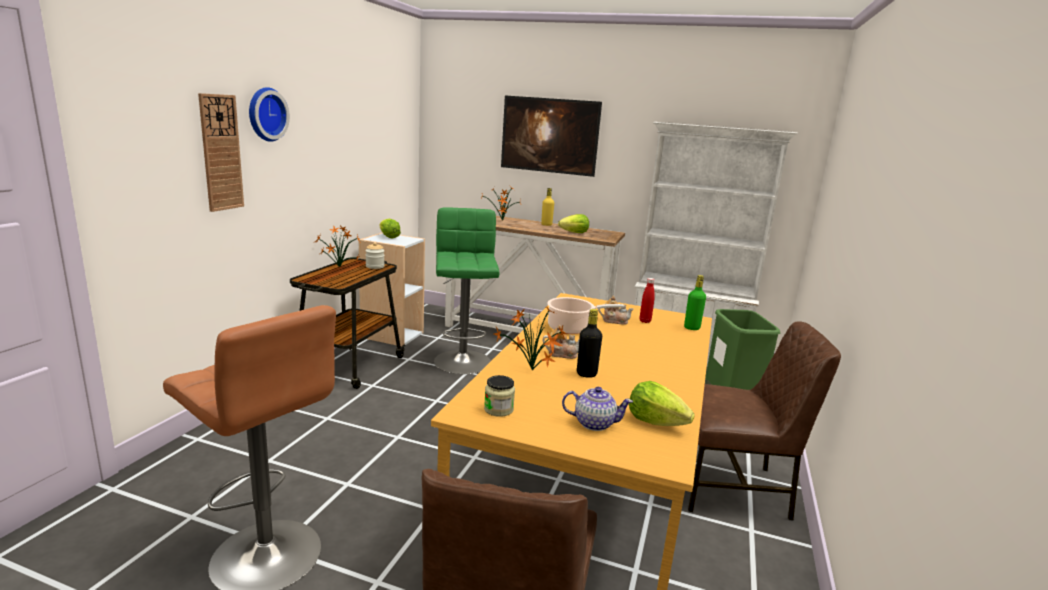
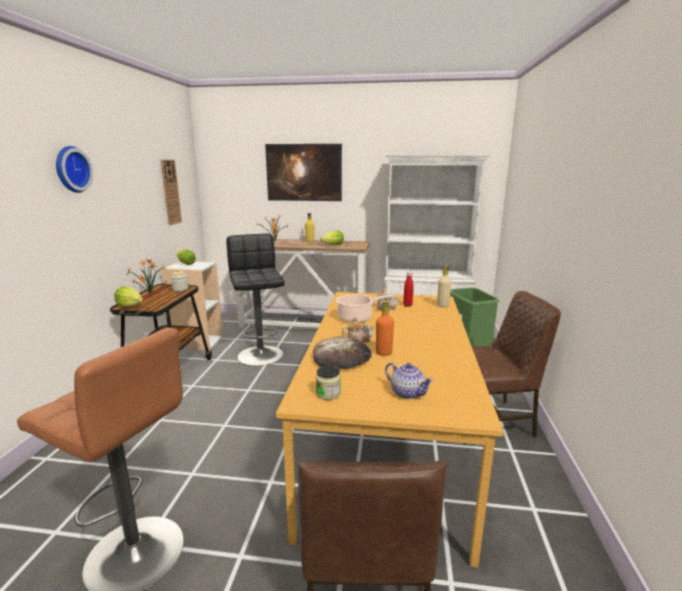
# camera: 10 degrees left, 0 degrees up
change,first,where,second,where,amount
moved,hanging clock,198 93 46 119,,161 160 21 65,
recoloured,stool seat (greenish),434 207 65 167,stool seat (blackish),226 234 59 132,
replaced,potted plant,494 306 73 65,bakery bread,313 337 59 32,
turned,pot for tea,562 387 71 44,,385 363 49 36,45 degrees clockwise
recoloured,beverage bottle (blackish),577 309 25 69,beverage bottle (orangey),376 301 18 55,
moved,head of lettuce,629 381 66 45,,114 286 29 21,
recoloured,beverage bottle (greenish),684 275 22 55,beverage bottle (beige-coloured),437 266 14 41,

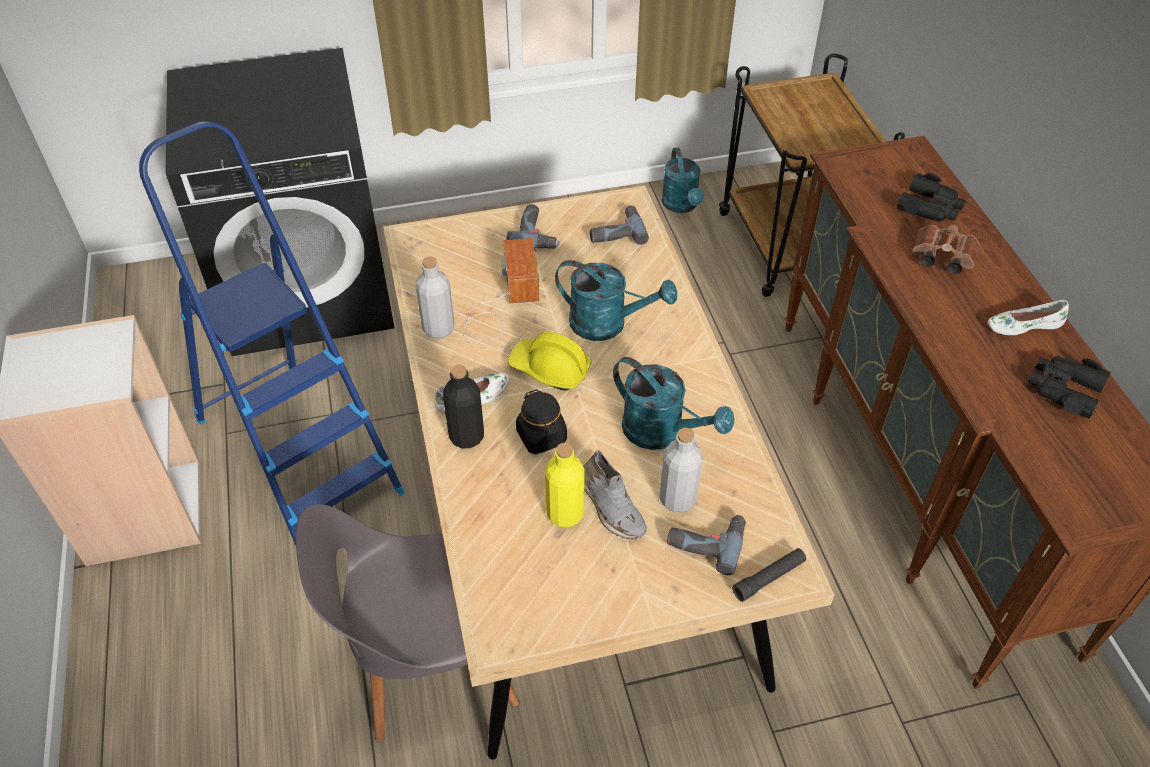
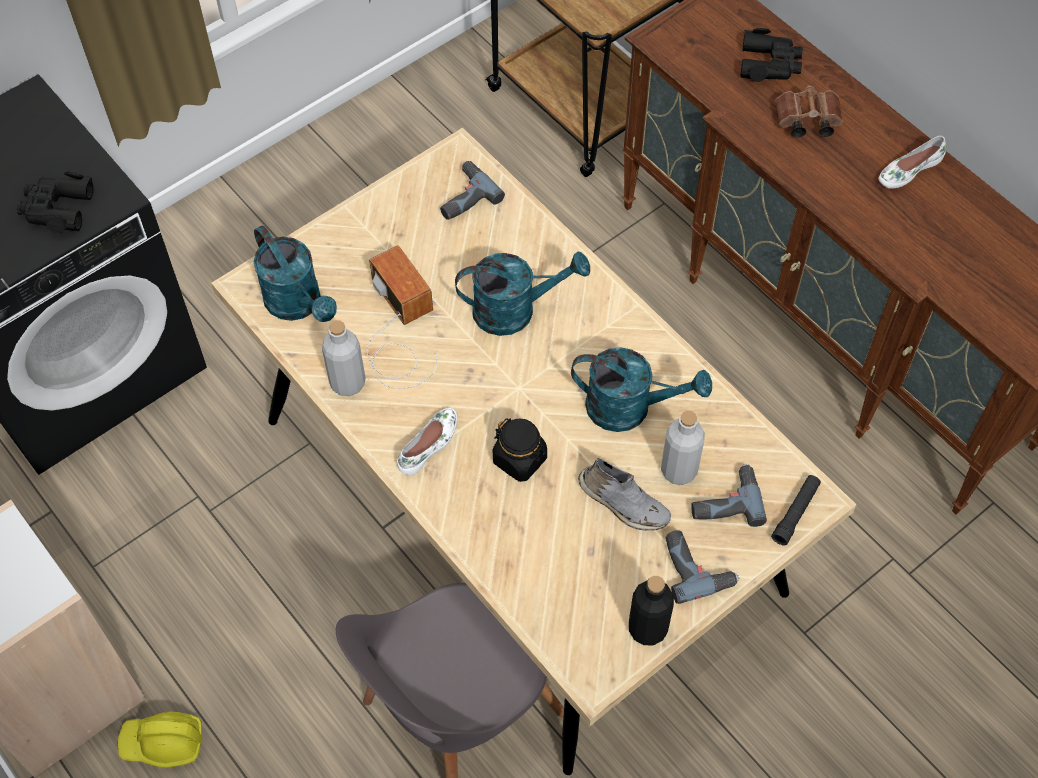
# camera: 25 degrees left, 10 degrees up
change,first,where,second,where,amount
removed,step stool (blue-coloured),139 121 266 424,,,
moved,beverage bottle (blackish),443 365 41 83,,629 576 45 69,
moved,electric drill,506 204 54 45,,666 530 73 74,
moved,safety helmet (yellowish),508 332 83 59,,118 711 84 57,
removed,beverage bottle (yellowish),545 443 40 84,,,
moved,watering pot (turquoise),662 148 42 65,,253 225 84 97,
moved,pair of binoculars (blackish),1028 356 83 63,,17 172 76 61,

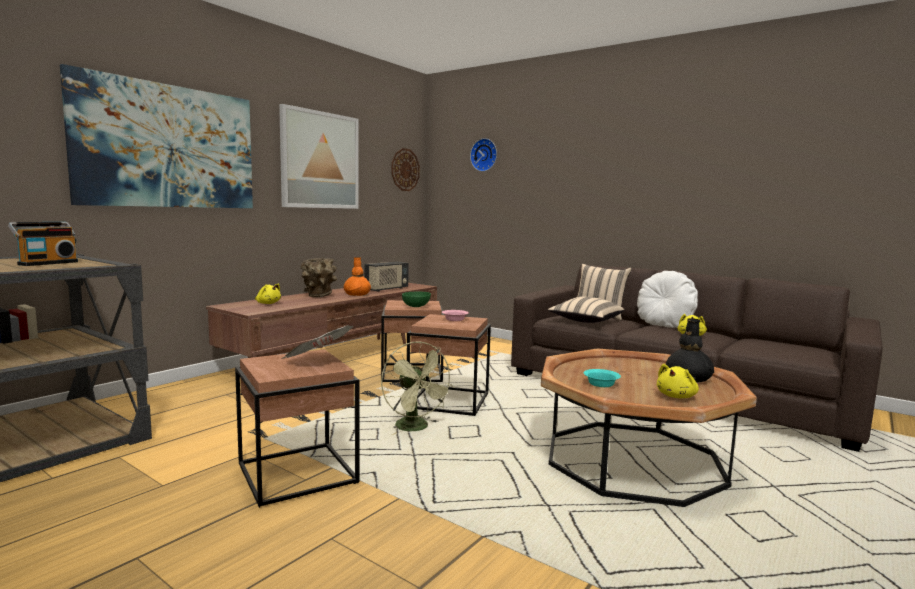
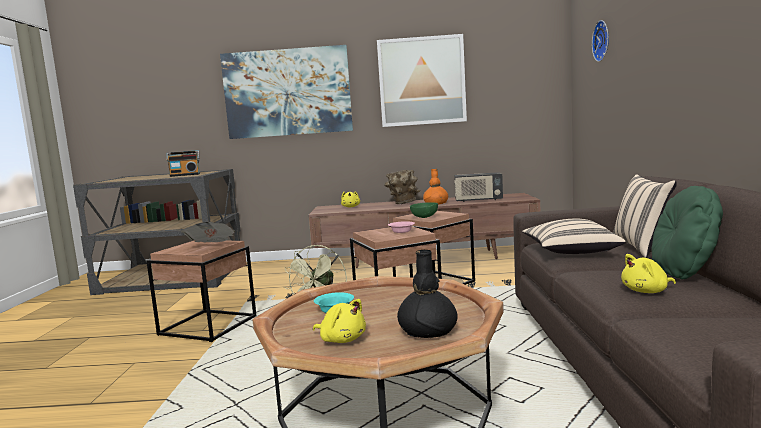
# camera: 55 degrees right, 0 degrees up
change,first,where,second,where,amount
removed,hanging clock,391 148 29 43,,,
recoloured,throw pillow (whitish),637 271 61 57,throw pillow (greenish),651 186 72 93,
turned,soft toy (yellowish),657 364 42 34,,313 299 53 44,150 degrees counterclockwise

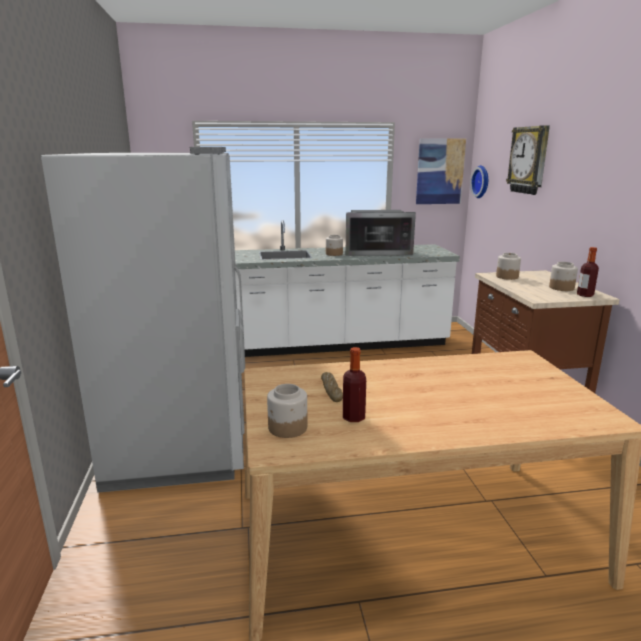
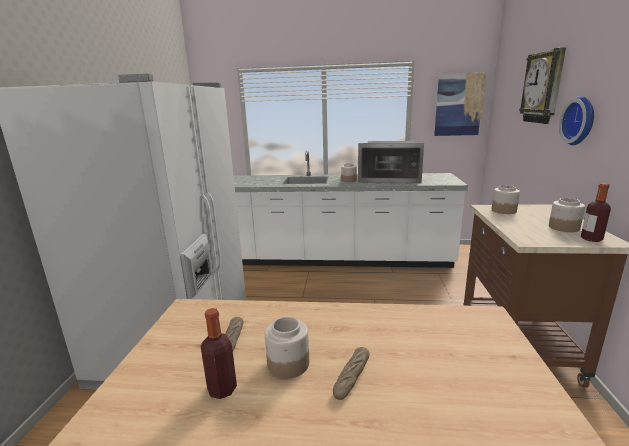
# camera: 15 degrees right, 0 degrees up
change,first,where,second,where,amount
moved,storage jar,267 384 40 54,,265 317 44 62,
moved,hanging clock,470 165 18 33,,559 96 35 49,
added,,,bakery bread,333 347 37 53,

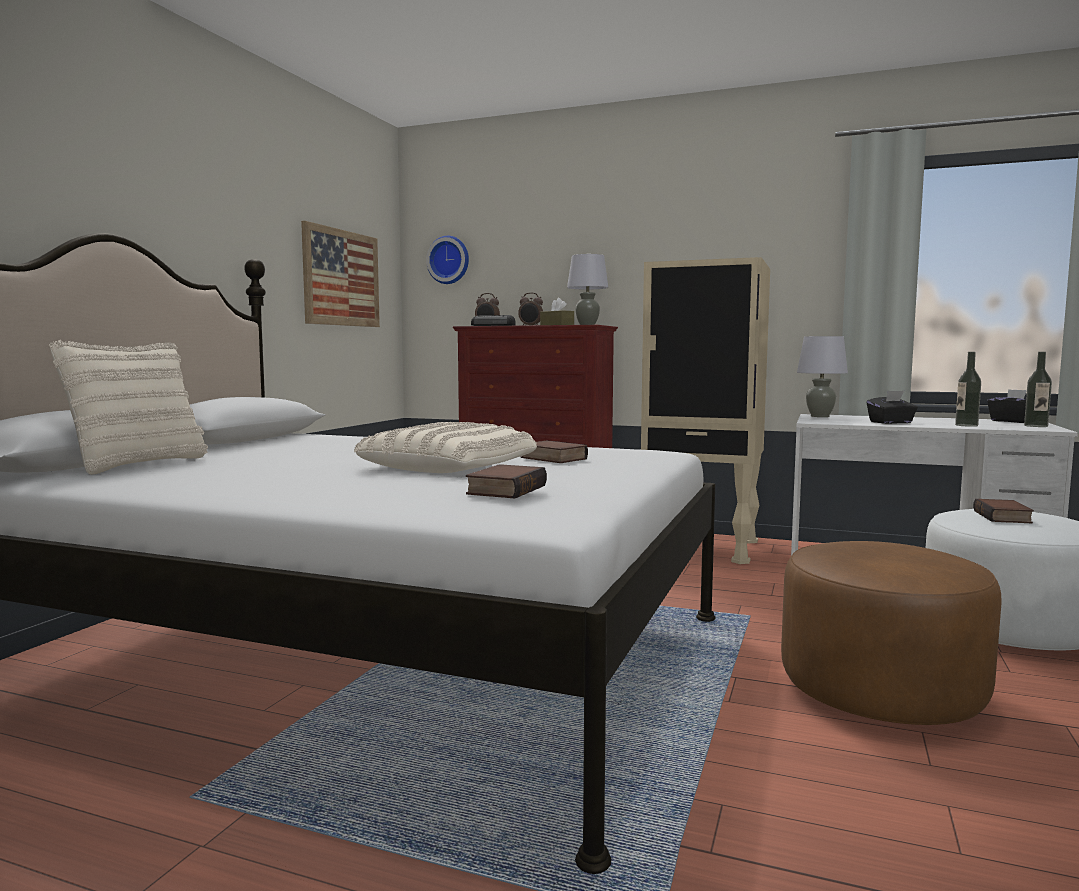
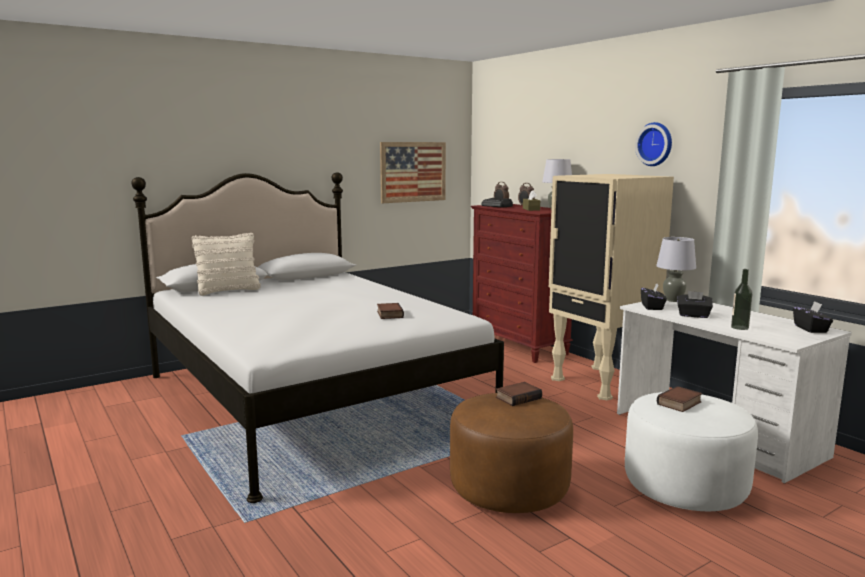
# camera: 35 degrees right, 5 degrees up
change,first,where,second,where,amount
removed,throw pillow (beige-coloured),354 422 183 51,,,
moved,hanging clock,426 236 43 48,,635 122 37 44,
moved,bound book,466 464 81 34,,496 382 46 24,
removed,beverage bottle,1024 352 28 75,,,
added,,,tissue holder (blackish),641 283 26 27,

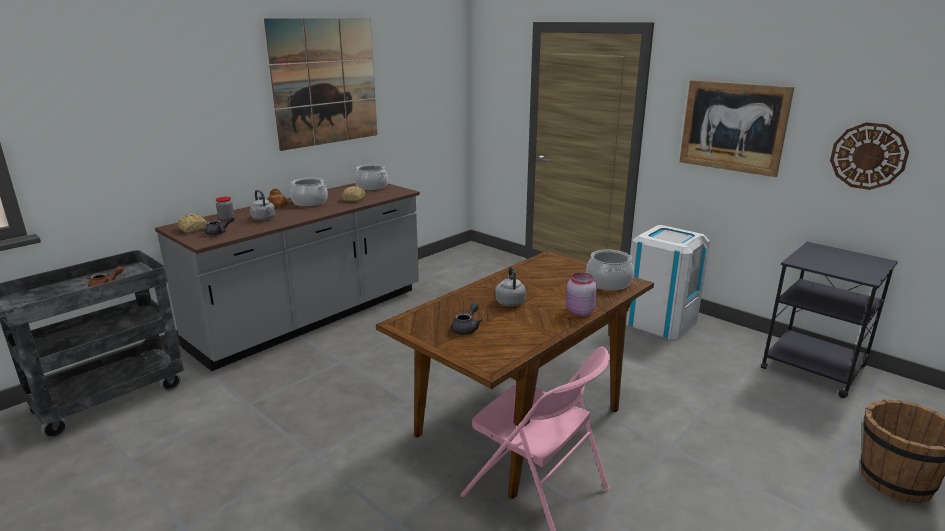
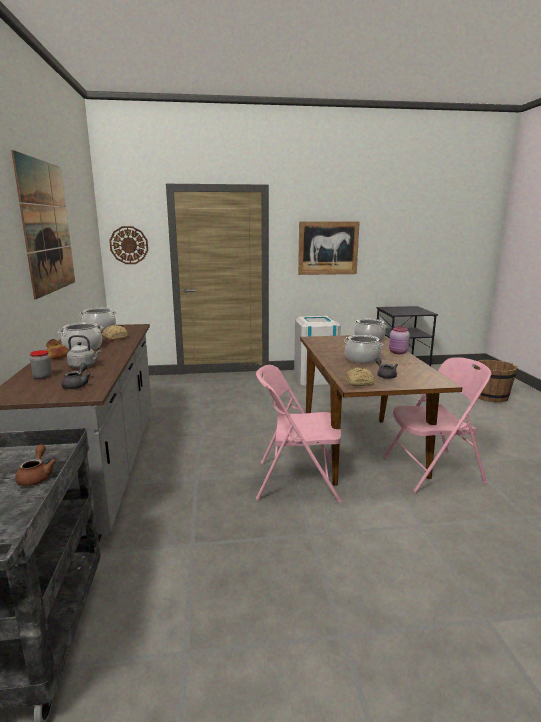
# camera: 50 degrees left, 5 degrees down
change,first,where,second,where,amount
moved,bakery bread,177 214 30 19,,346 367 29 19,
replaced,water kettle (grey),495 266 31 41,saucepot,344 335 39 29,
moved,hanging clock,830 122 79 68,,109 226 39 38,
added,,,upright chair (pink-coloured),256 365 85 138,

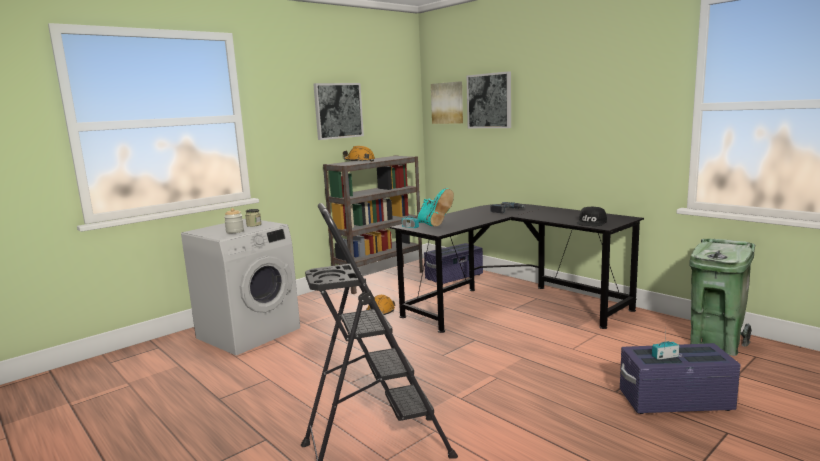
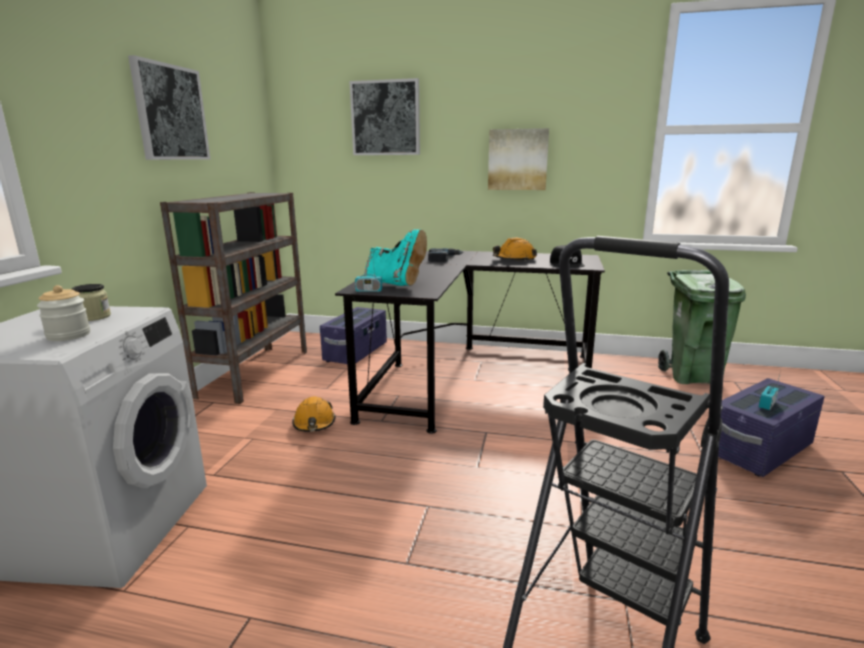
# camera: 35 degrees left, 5 degrees up
change,first,where,second,where,amount
moved,safety helmet (orangey),343 146 32 16,,493 238 44 23,
moved,picture,431 81 32 43,,488 128 61 62,

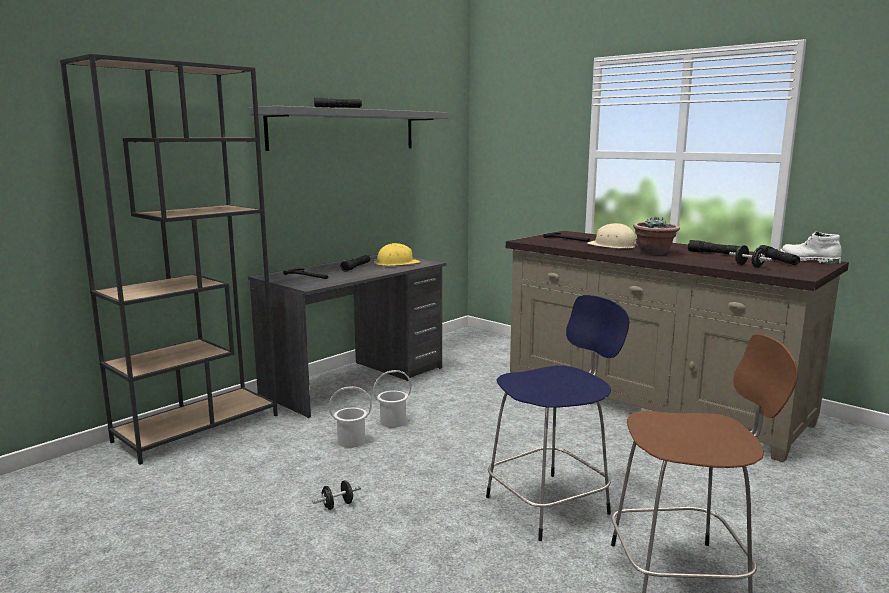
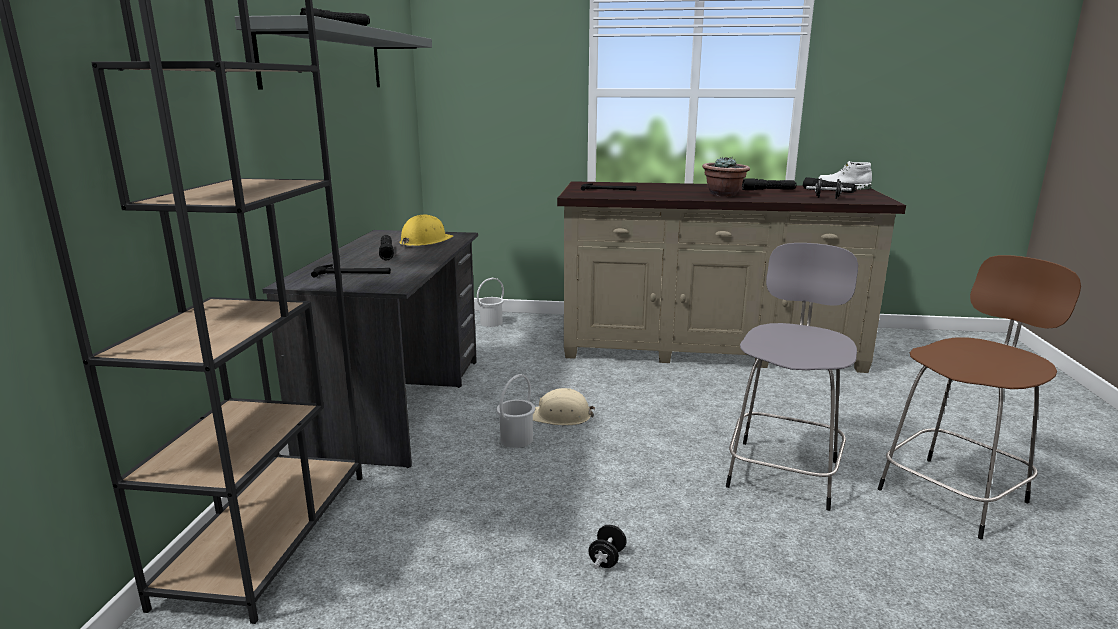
# camera: 35 degrees left, 5 degrees up
change,first,where,second,where,amount
moved,water bucket (whitish),329 386 43 62,,477 278 27 49,
recoloured,stool seat (blue-coloured),486 295 143 246,stool seat (grey),726 243 132 268,
moved,safety helmet (beige-coloured),587 223 51 26,,533 388 62 37,

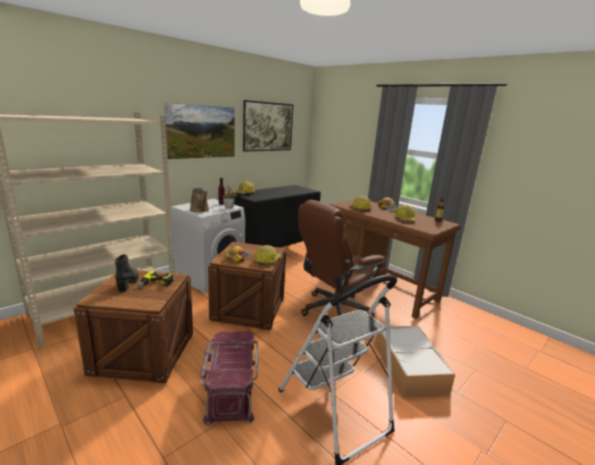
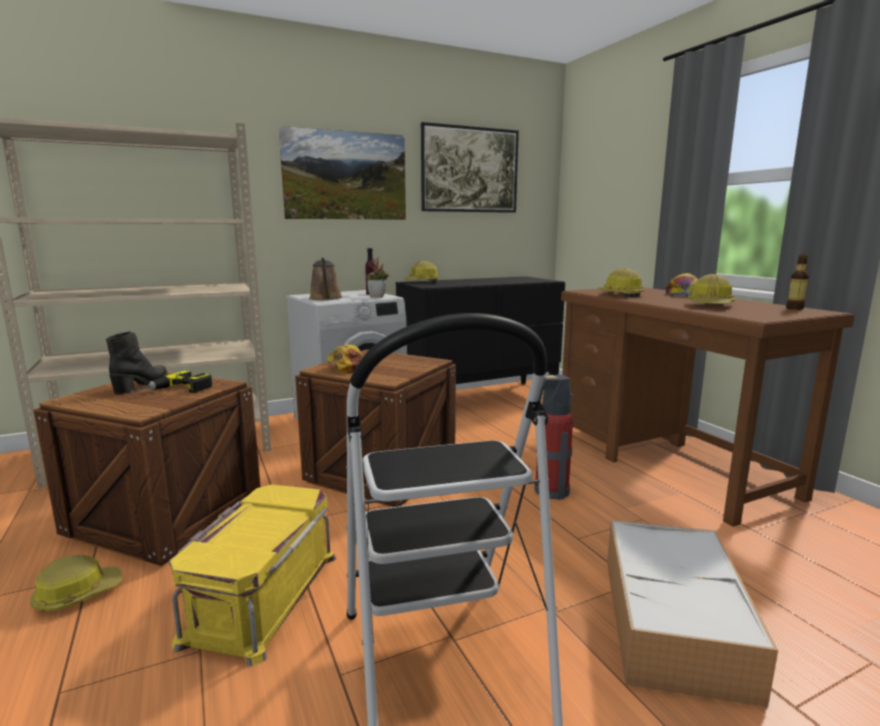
# camera: 20 degrees right, 5 degrees down
change,first,where,second,where,amount
recoloured,storage box (reddish),200 331 58 95,storage box (yellowish),169 485 167 181,
moved,safety helmet,254 245 27 20,,30 555 92 56,
replaced,computer chair (brown),298 200 89 118,extinguisher,534 375 40 125,

